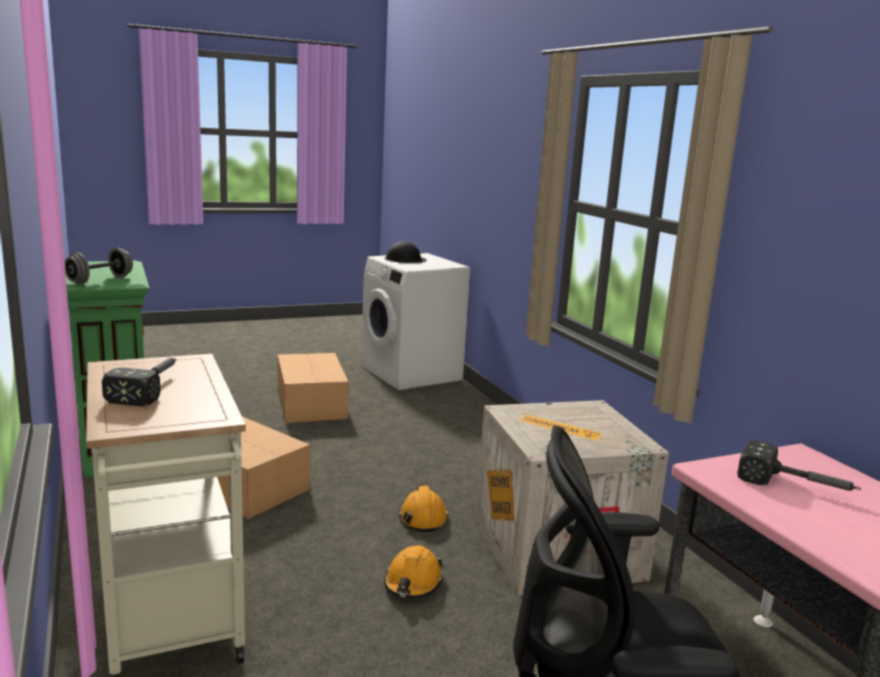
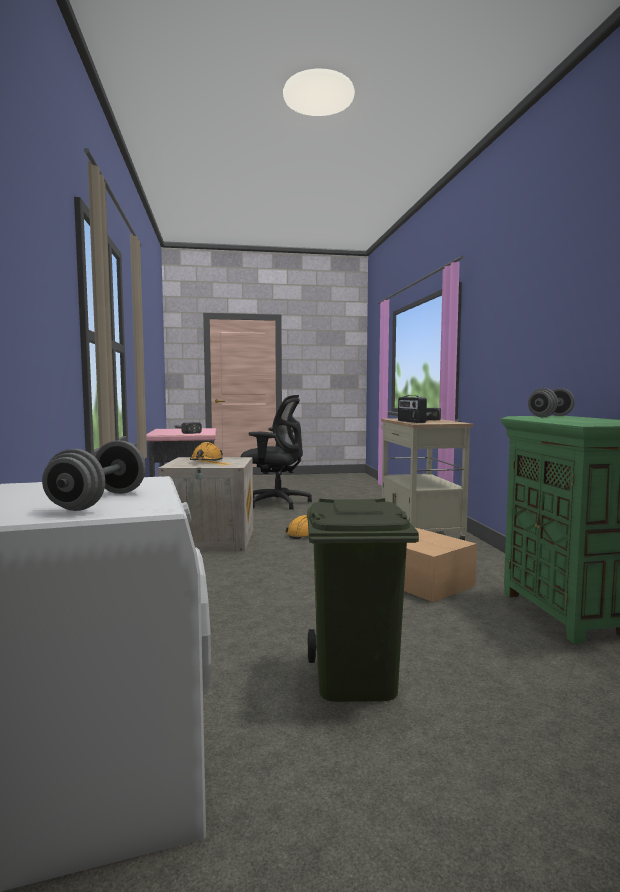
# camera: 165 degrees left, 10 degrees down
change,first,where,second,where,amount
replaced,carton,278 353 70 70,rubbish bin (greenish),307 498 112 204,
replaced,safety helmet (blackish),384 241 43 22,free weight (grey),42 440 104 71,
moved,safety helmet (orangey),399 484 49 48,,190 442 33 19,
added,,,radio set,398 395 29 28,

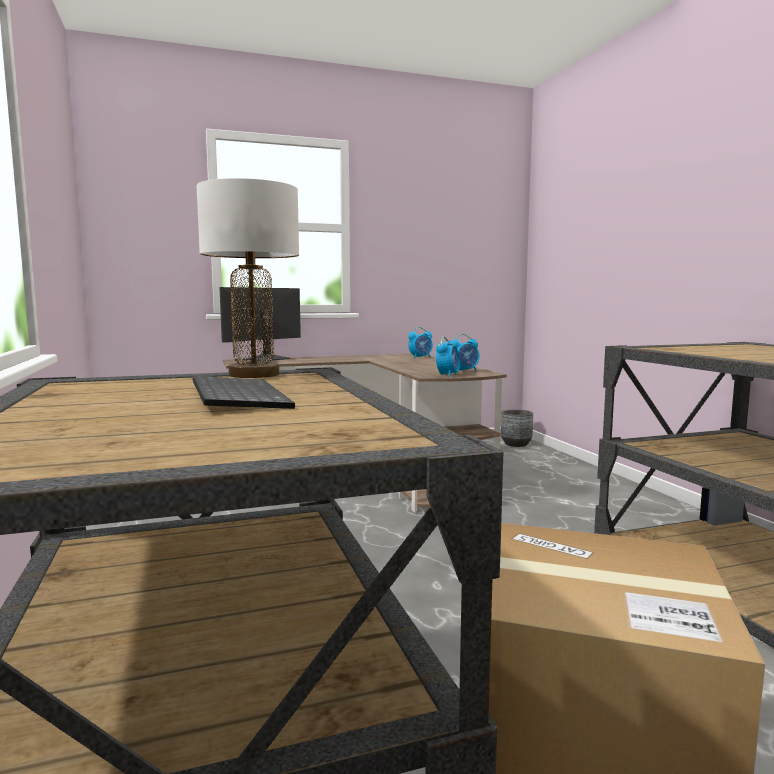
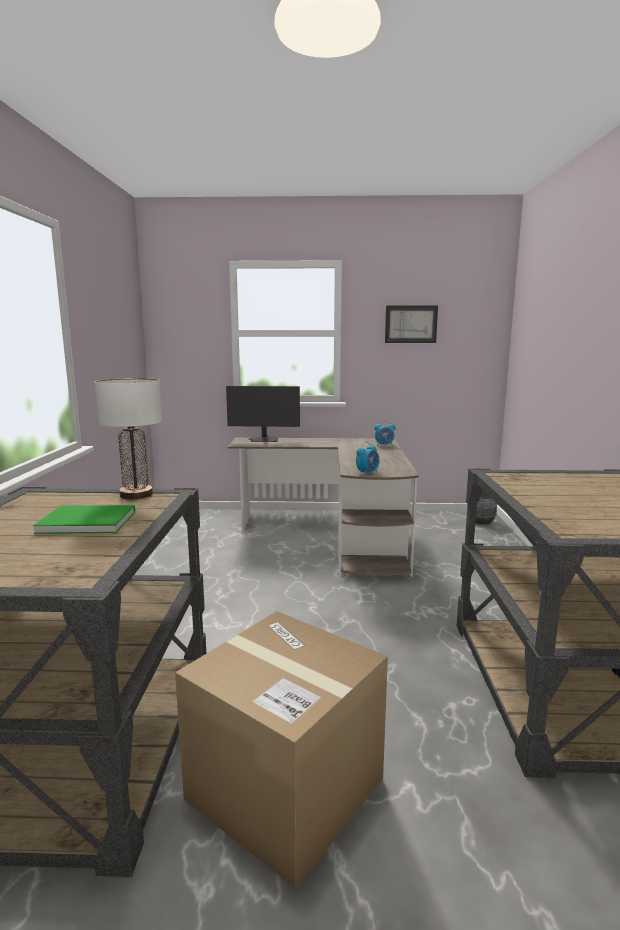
# camera: 20 degrees right, 5 degrees up
change,first,where,second,where,amount
replaced,PC keyboard,193 376 102 33,bound book (greenish),33 505 102 29,
turned,monitor,219 287 82 75,,226 386 74 56,150 degrees counterclockwise
removed,alarm clock,451 334 28 38,,,
added,,,picture,385 306 53 37,

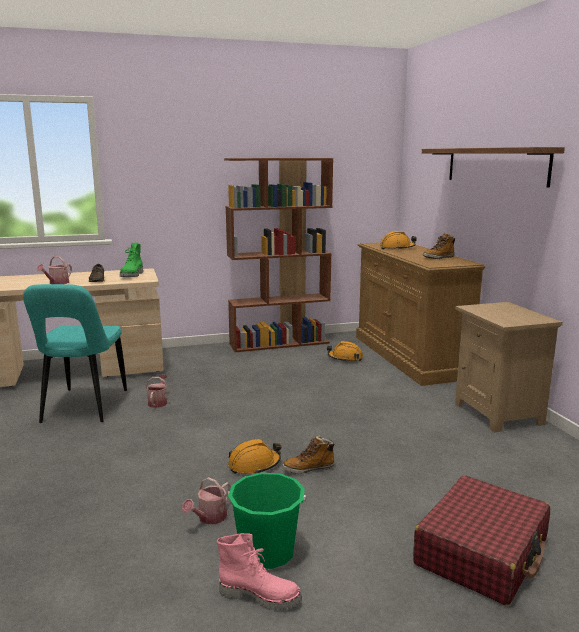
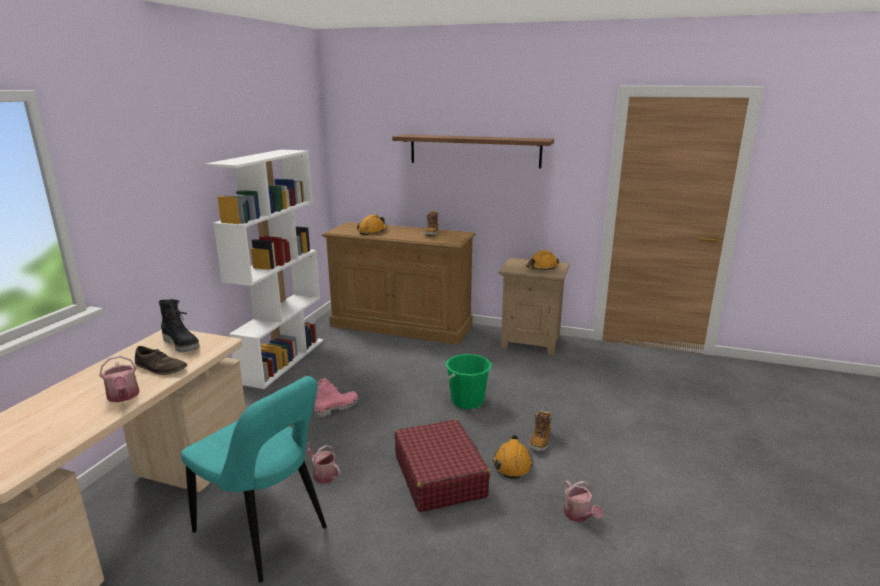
# camera: 55 degrees left, 5 degrees up
change,first,where,second,where,amount
recoloured,tall boot (greenish),120 242 23 35,tall boot (blackish),159 299 41 53,
moved,tall boot (pink-coloured),217 533 85 77,,314 378 45 40,
recoloured,bookshelf (brown),224 158 109 194,bookshelf (whitish),205 149 119 240,
moved,water bucket (greenish),228 473 78 96,,445 354 47 55,
moved,safety helmet (orangey),327 341 36 21,,526 250 33 20,
moved,suitcase (reddish),413 475 137 131,,394 419 96 93,

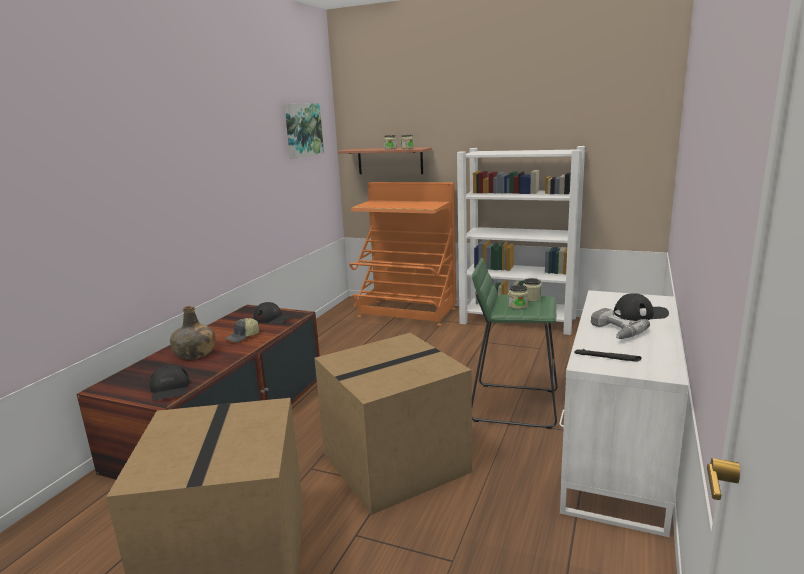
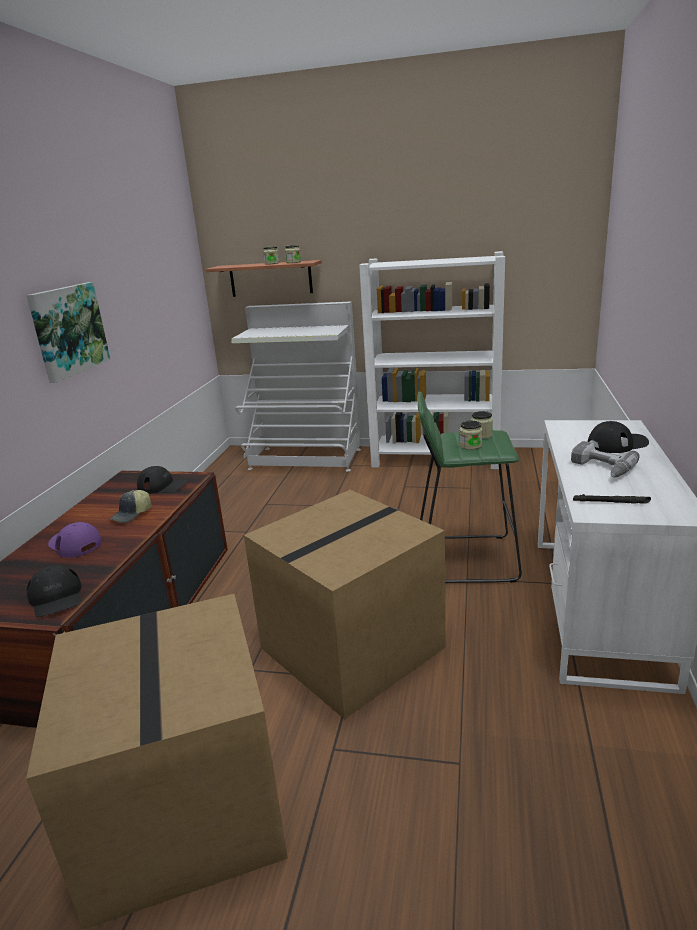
# camera: 10 degrees left, 5 degrees up
change,first,where,second,where,amount
replaced,beverage bottle (greenish),170 306 45 54,peaked cap (purplish),48 522 54 36,
moved,picture,284 103 40 56,,26 282 84 101,
recoloured,shoe shelf (orangey),350 182 106 143,shoe shelf (whitish),232 302 129 170,

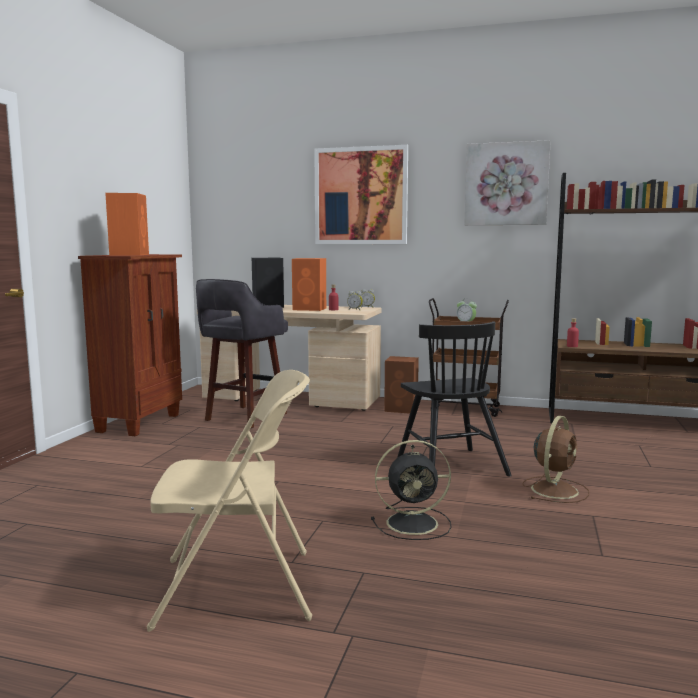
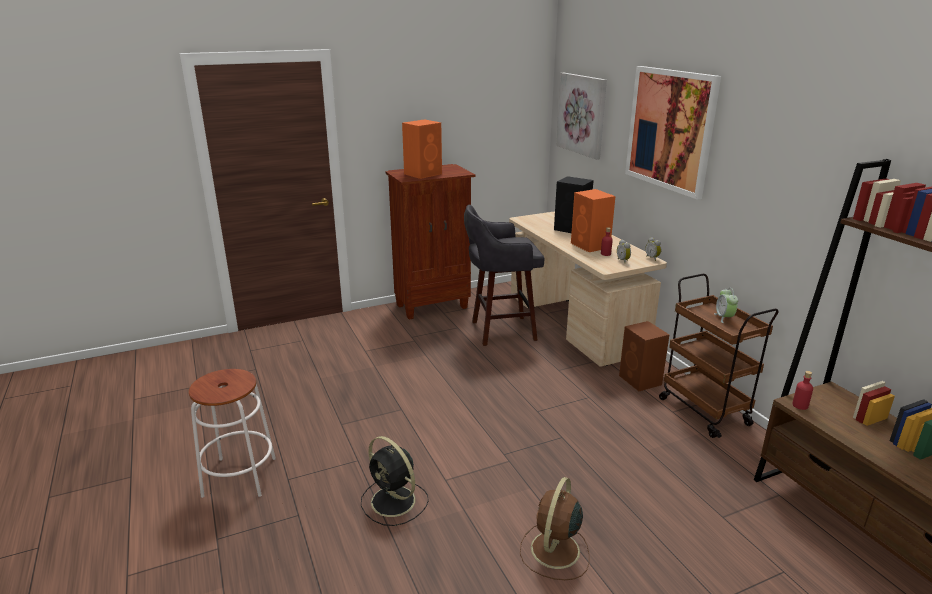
# camera: 50 degrees right, 15 degrees up
change,first,where,second,where,amount
replaced,upright chair (beige-coloured),147 370 165 262,stool seat (whitish),189 369 87 129,
removed,upright chair (blackish),397 321 115 156,,,
moved,picture,464 140 87 85,,556 73 51 87,
turned,fan (brown),523 416 66 87,,520 477 70 103,120 degrees clockwise

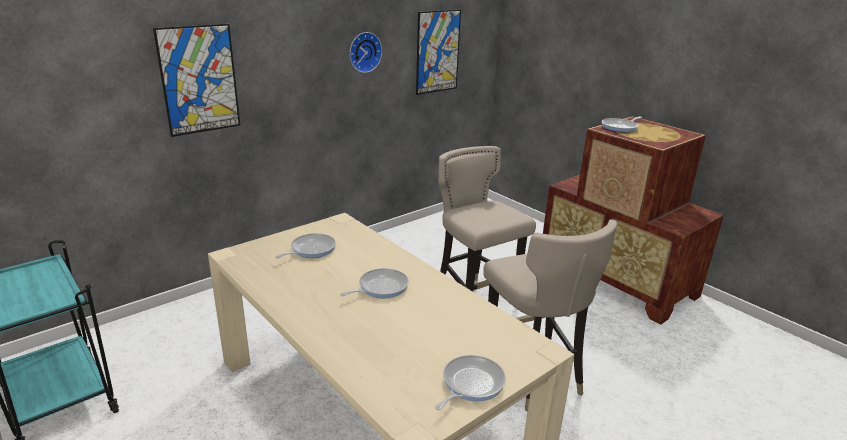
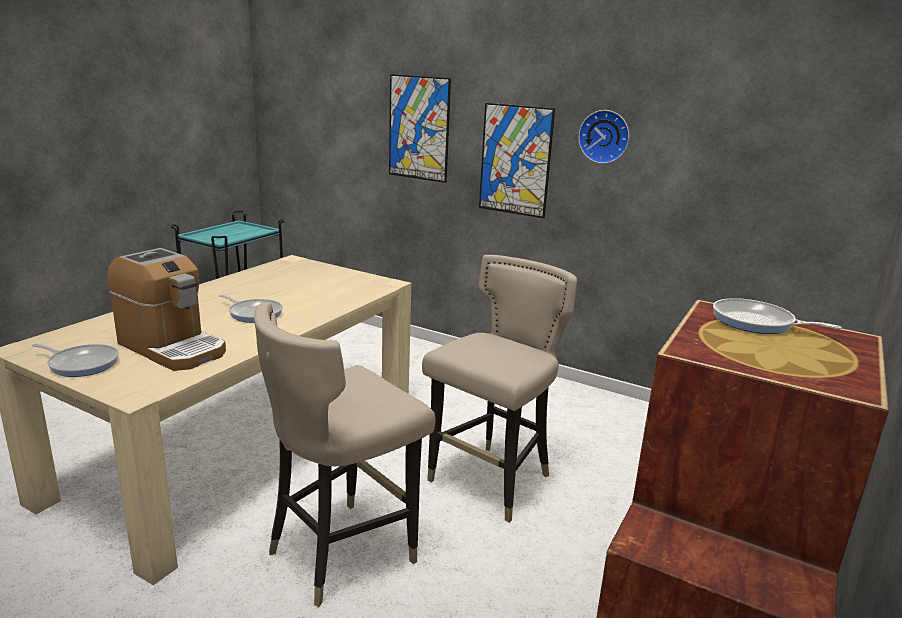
# camera: 70 degrees right, 5 degrees down
change,first,where,second,where,amount
removed,pan,275 233 61 25,,,
moved,picture,416 10 45 85,,479 103 76 115,
added,,,coffee machine,107 248 119 123,

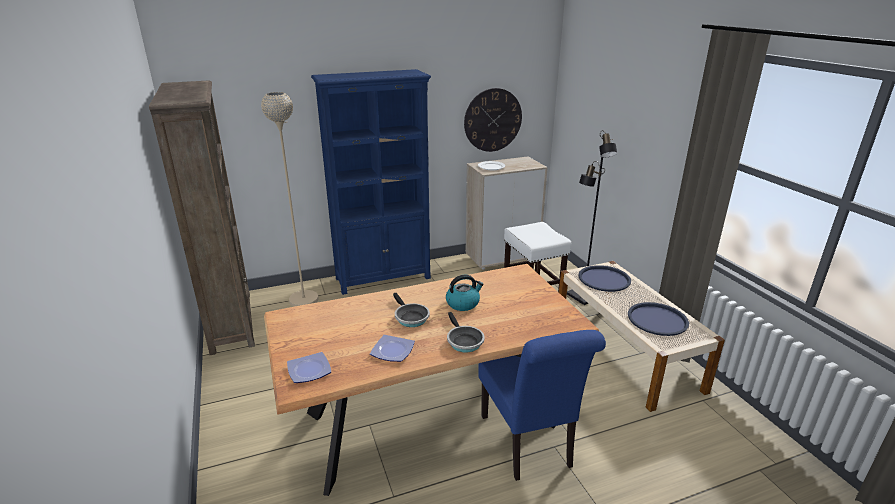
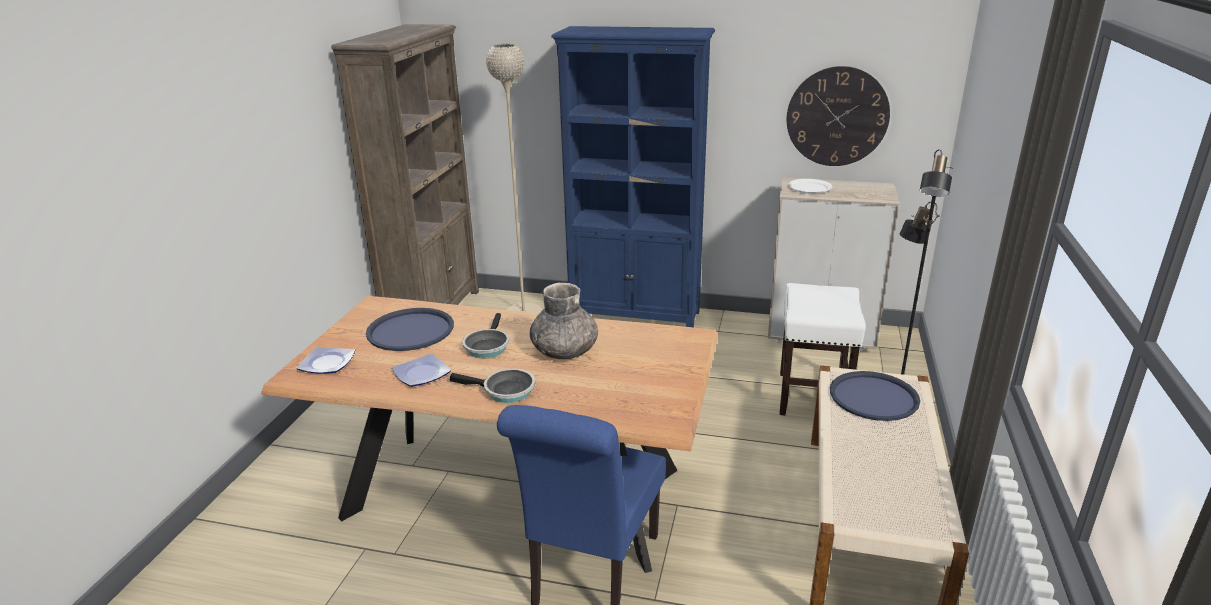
# camera: 35 degrees right, 0 degrees up
change,first,where,second,where,amount
replaced,water kettle,446 275 38 36,vase (grey),530 283 68 76,
turned,pan,447 312 38 41,,450 369 85 34,90 degrees counterclockwise
moved,serving tray (blue-coloured),628 302 61 34,,366 308 88 43,

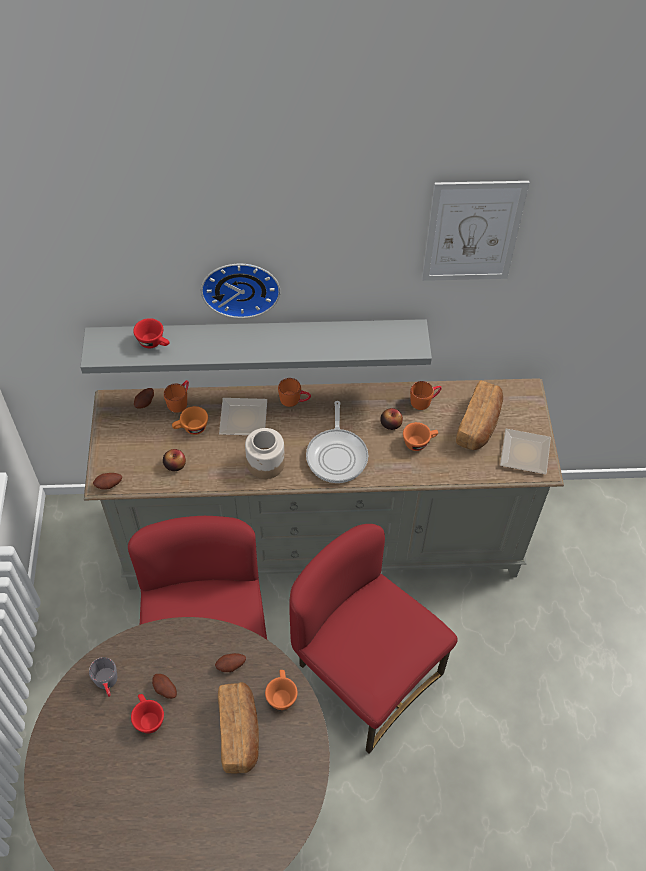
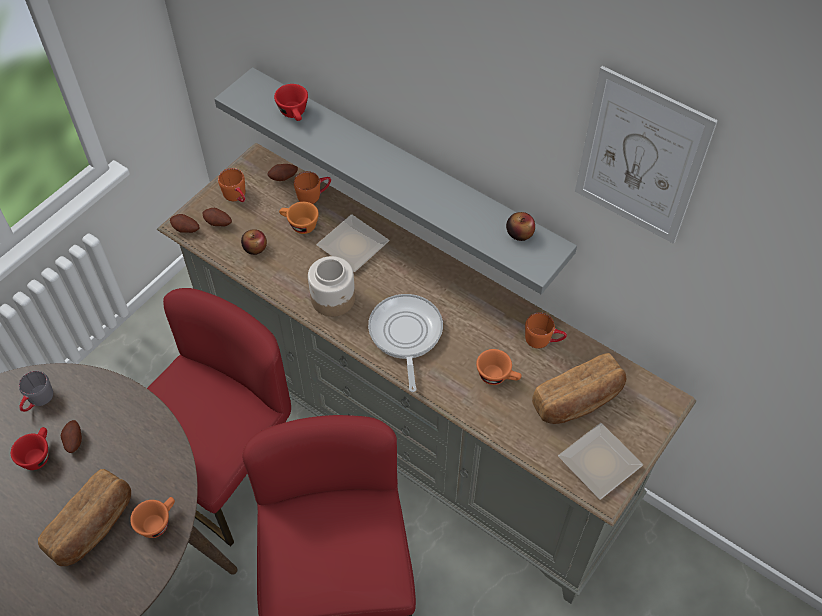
# camera: 40 degrees right, 0 degrees up
change,first,where,second,where,amount
removed,hanging clock,201 264 79 54,,,
moved,potato,215 653 31 19,,202 208 30 19,
moved,mug (orangey),278 378 33 29,,218 168 27 34,
turned,pan,306 401 62 82,,368 294 75 98,135 degrees clockwise
moved,apple,380 408 23 22,,506 212 29 29,

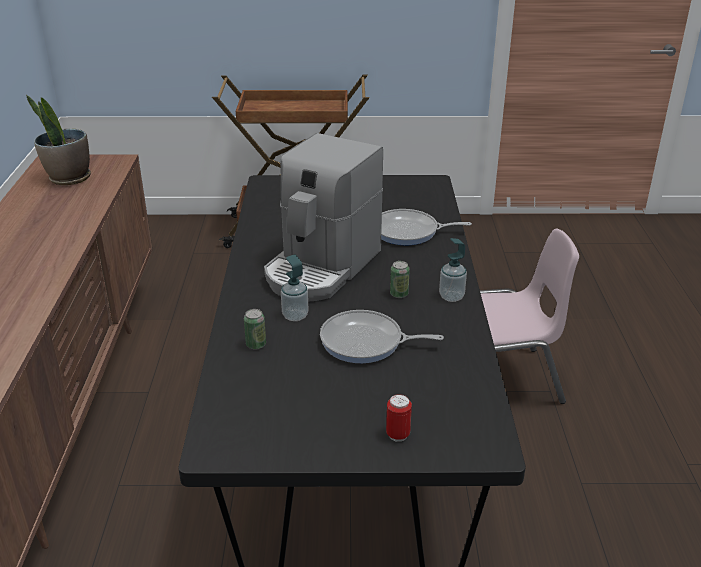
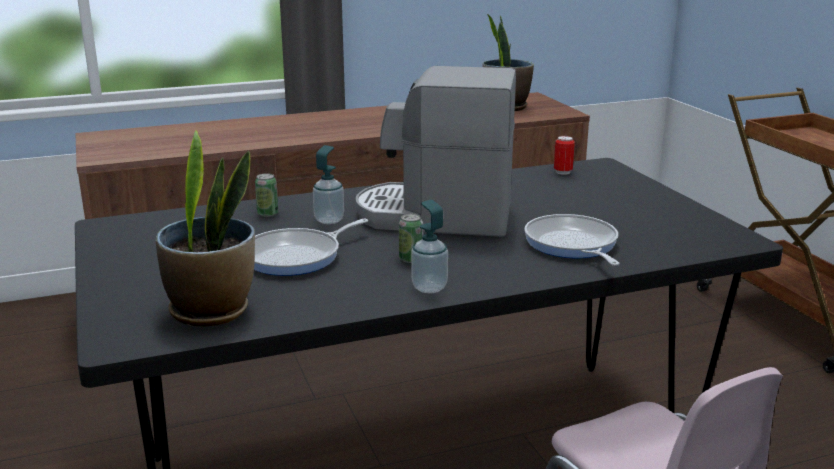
# camera: 70 degrees right, 10 degrees down
change,first,where,second,where,amount
turned,pan,320 310 124 53,,254 219 114 57,120 degrees counterclockwise
moved,sealed can,386 394 26 48,,554 136 21 39,
added,,,potted plant,156 130 99 196,

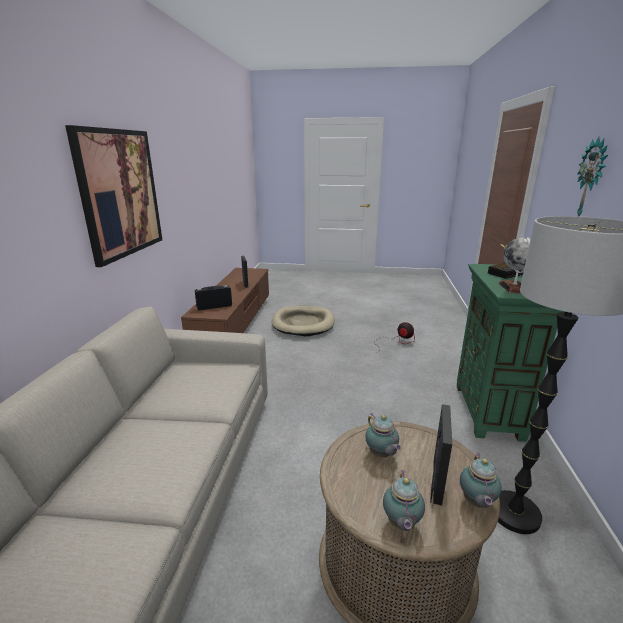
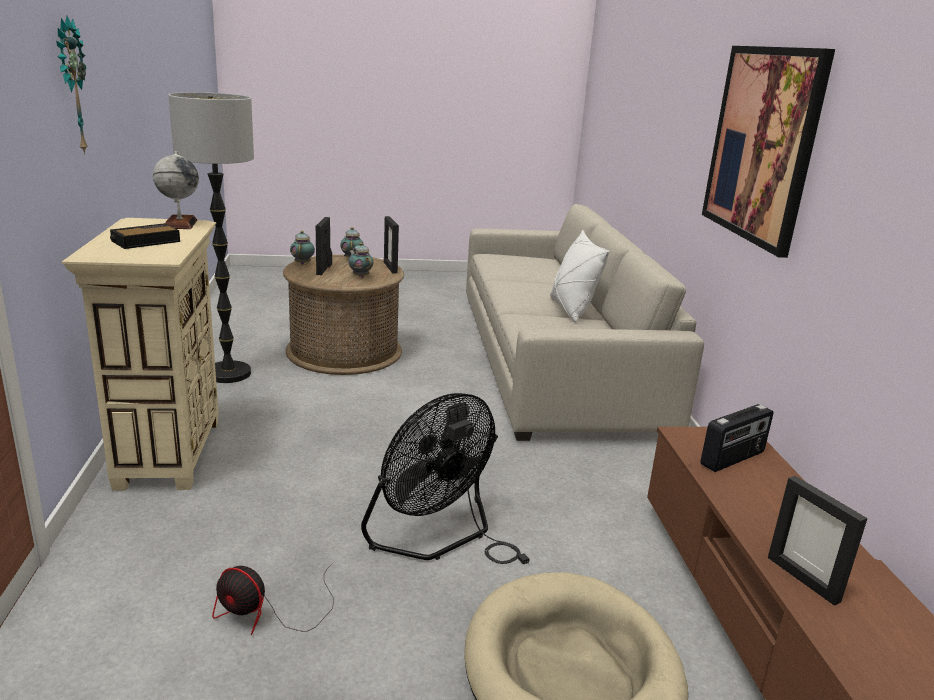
# camera: 165 degrees right, 0 degrees up
change,first,where,second,where,amount
recoloured,storage cabinet (greenish),457 264 108 178,storage cabinet (beige-coloured),62 218 156 273,
added,,,fan (blackish),361 393 168 171,
added,,,photo frame,384 216 15 57,
added,,,throw pillow (whitish),550 230 60 92,

